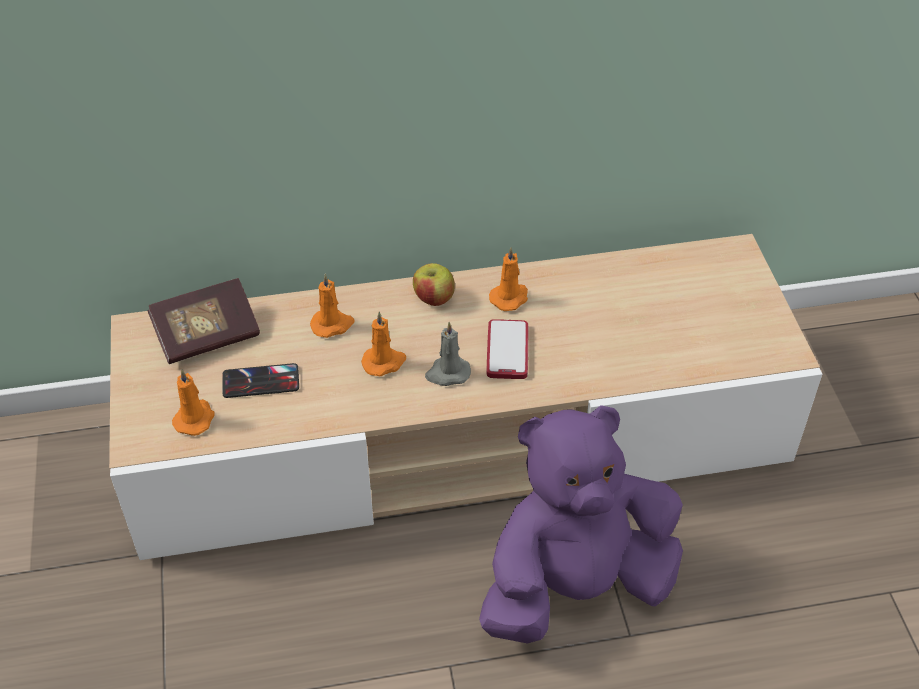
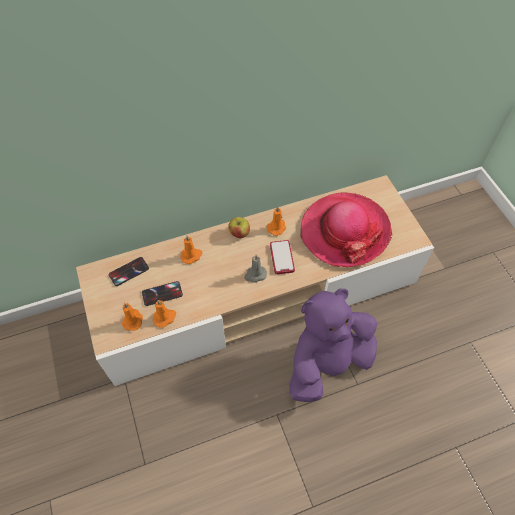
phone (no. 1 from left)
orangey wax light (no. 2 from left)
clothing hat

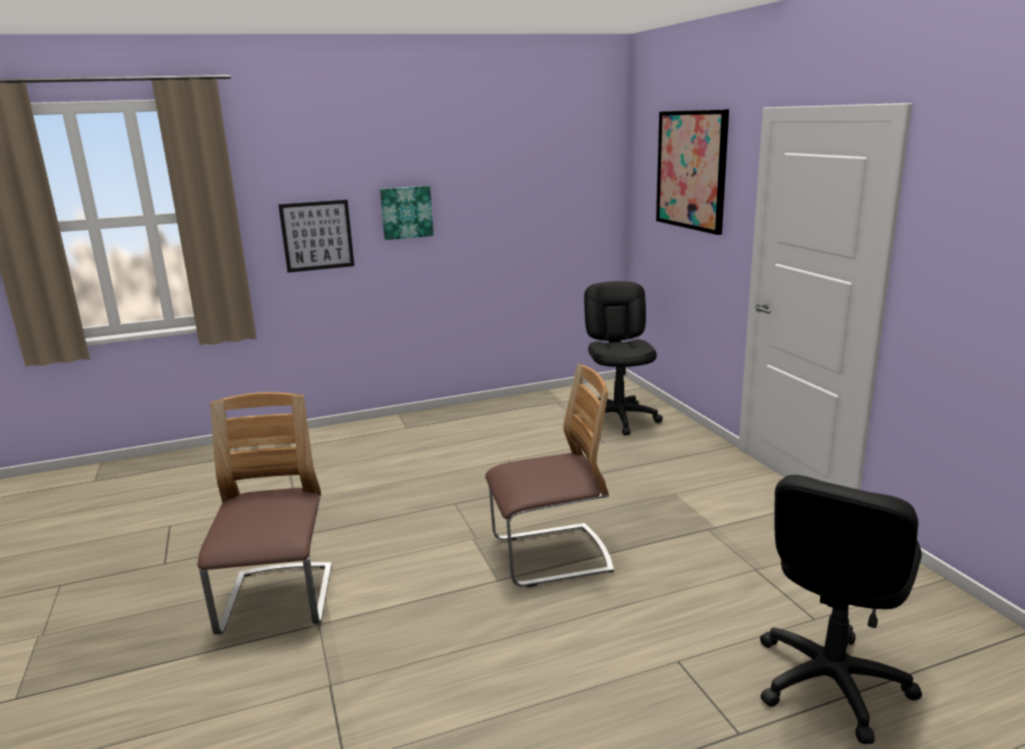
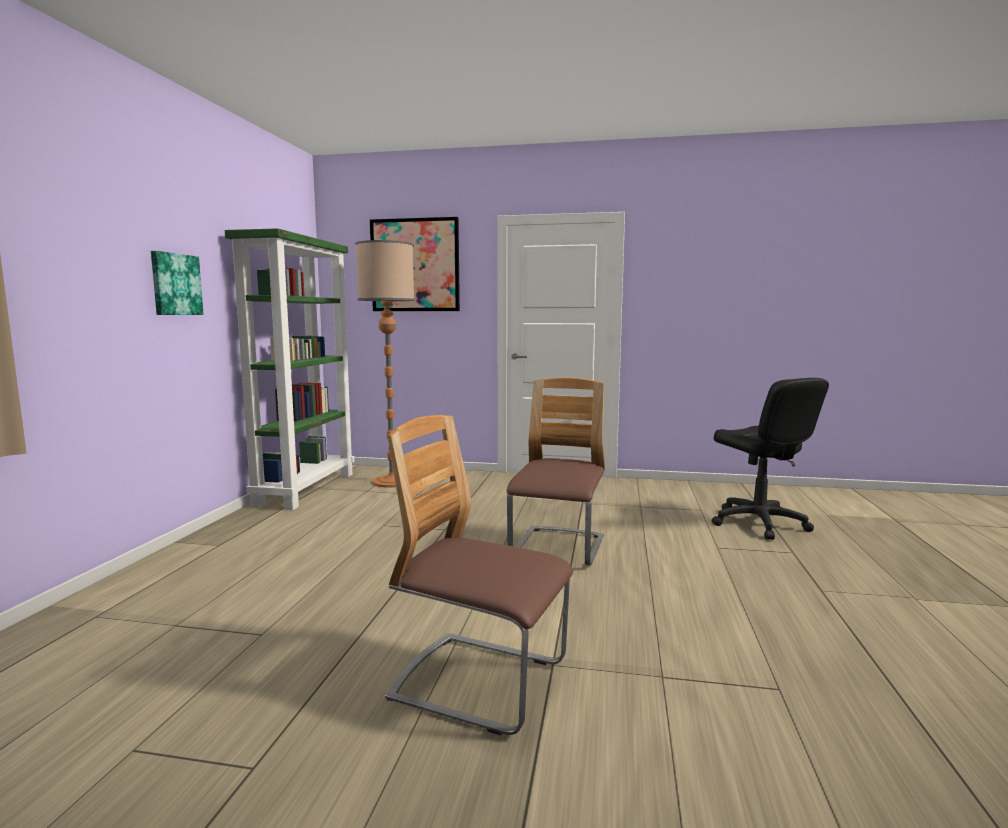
picture (no. 1 from left in the first image)
standard lamp
greenish shelving unit

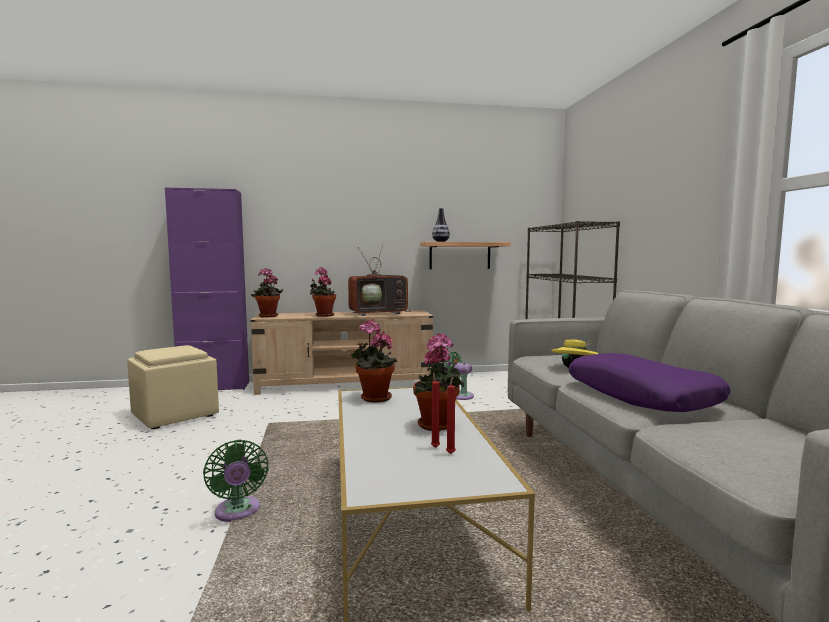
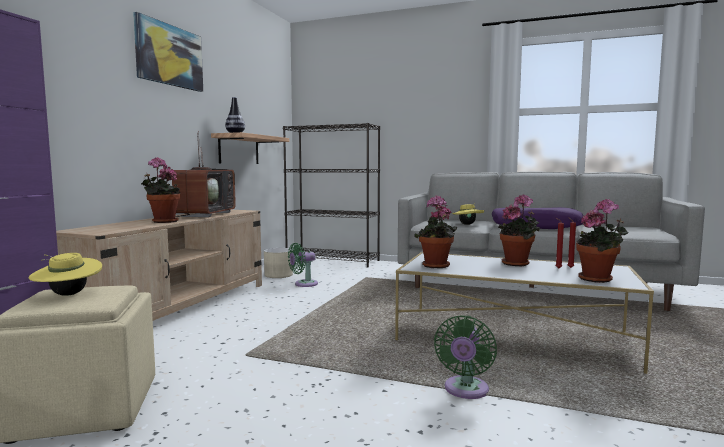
houseplant (no. 4 from left)
greenish fan (no. 2 from left)
picture
beige-coloured plant pot
yellowish clothing hat (no. 1 from left)

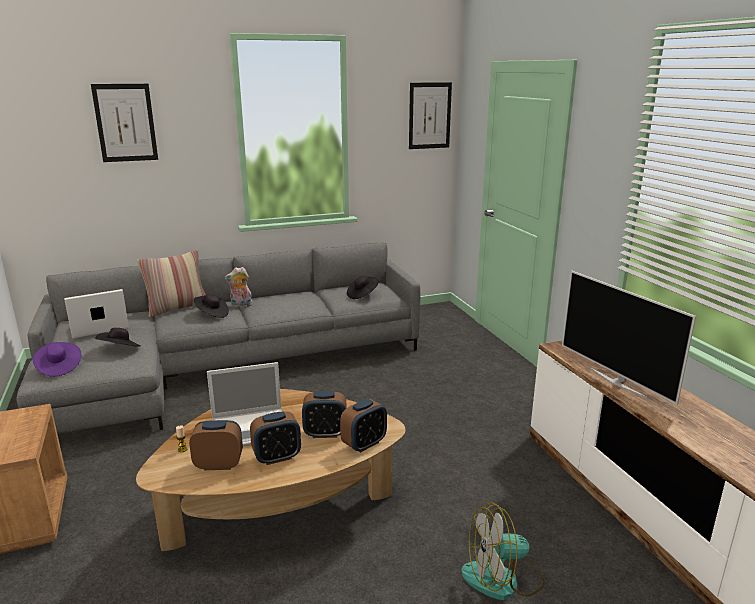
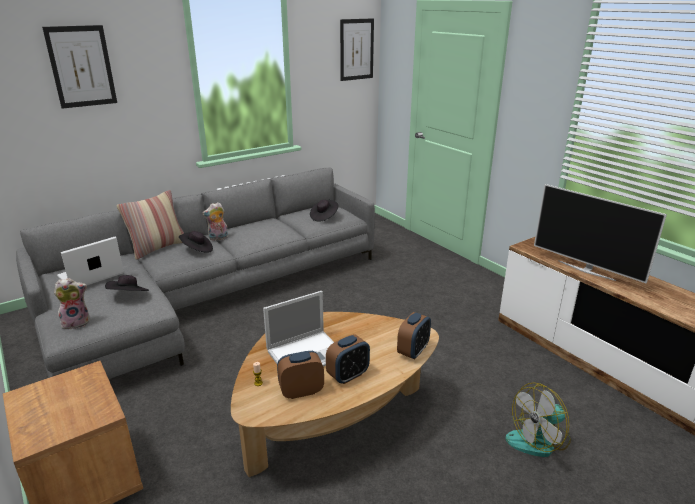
plush toy (no. 1 from left)
bedside clock (no. 3 from left in the first image)

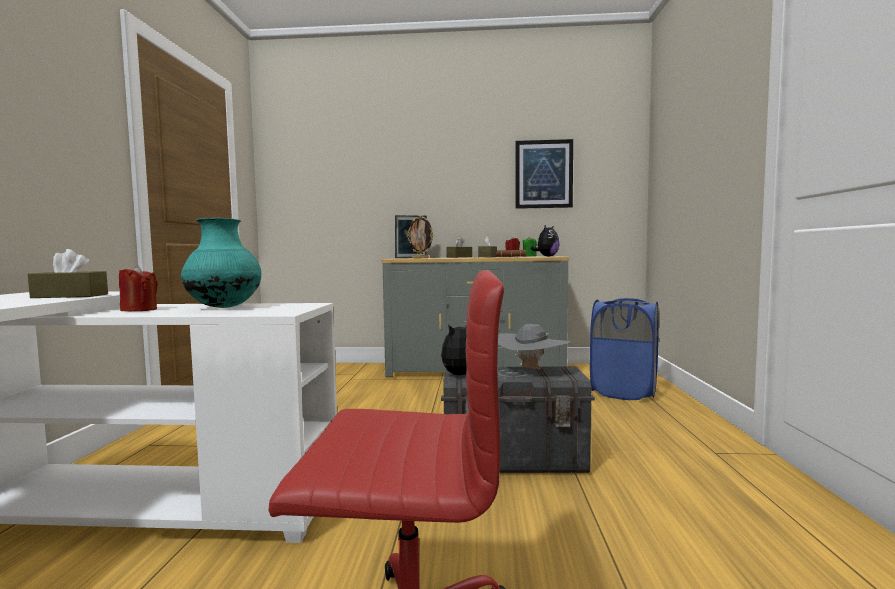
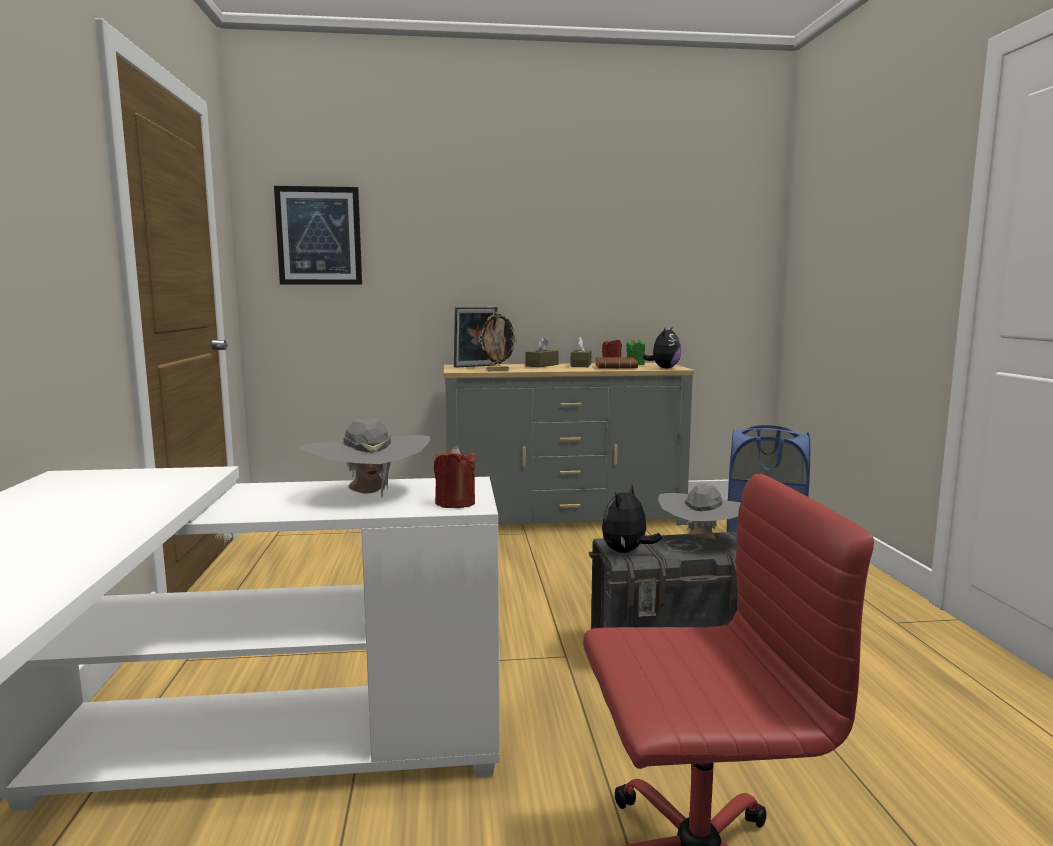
picture
grey clothing hat (no. 1 from left)
brown-coloured tissue box (no. 1 from left in the first image)
red-coloured wax light (no. 1 from left)

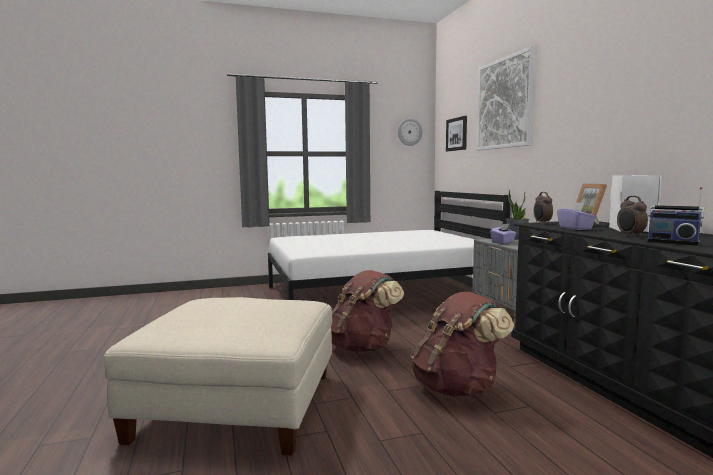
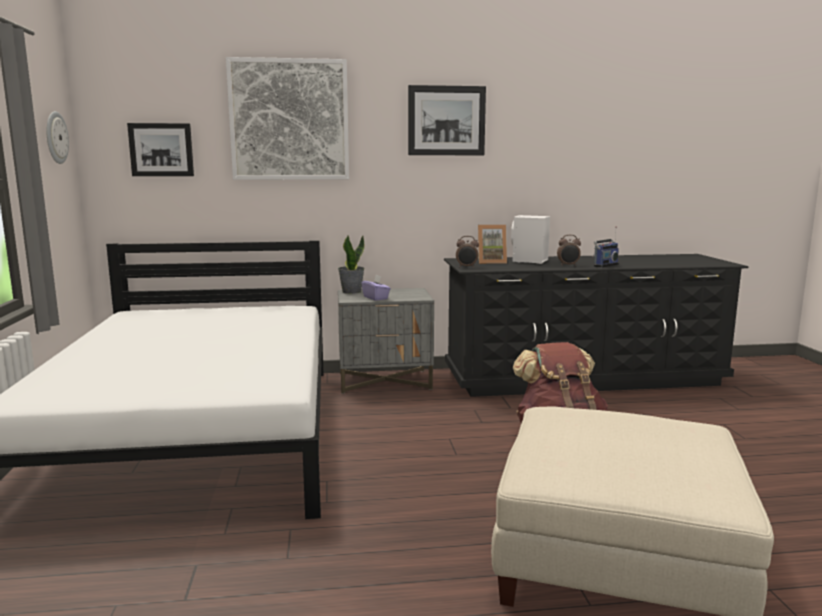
purplish tissue box (no. 2 from left in the first image)
brown-coloured backpack (no. 1 from left in the first image)
picture (no. 3 from left)

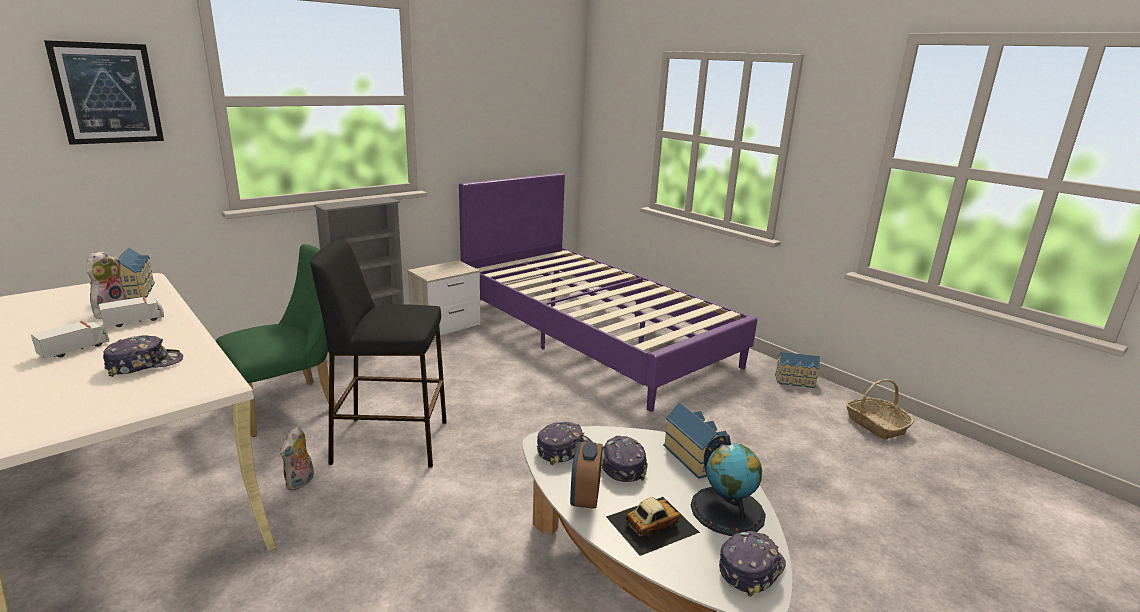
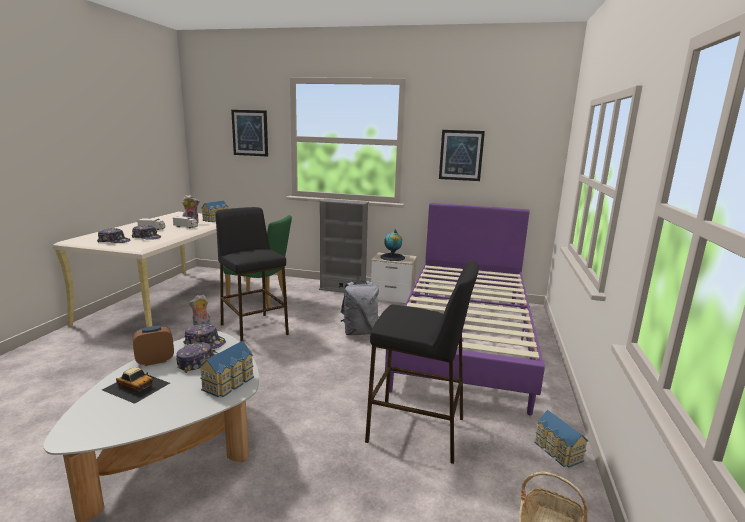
world globe
peaked cap (no. 1 from left)
picture (no. 2 from left)
black stool seat (no. 2 from left)
grey backpack

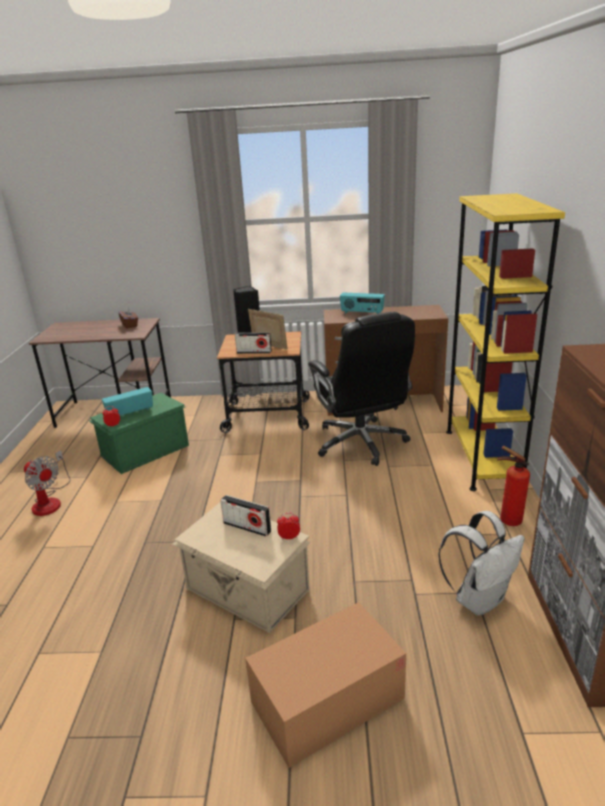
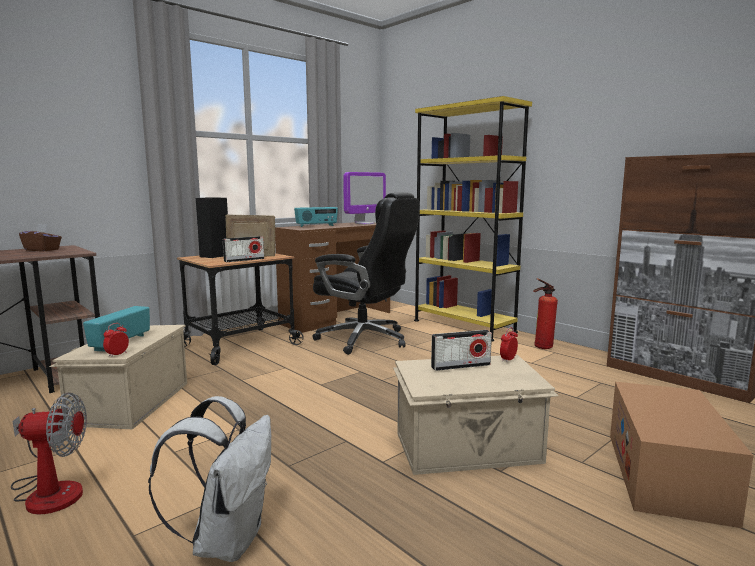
beige-coloured storage container (no. 1 from left)
white backpack
computer screen

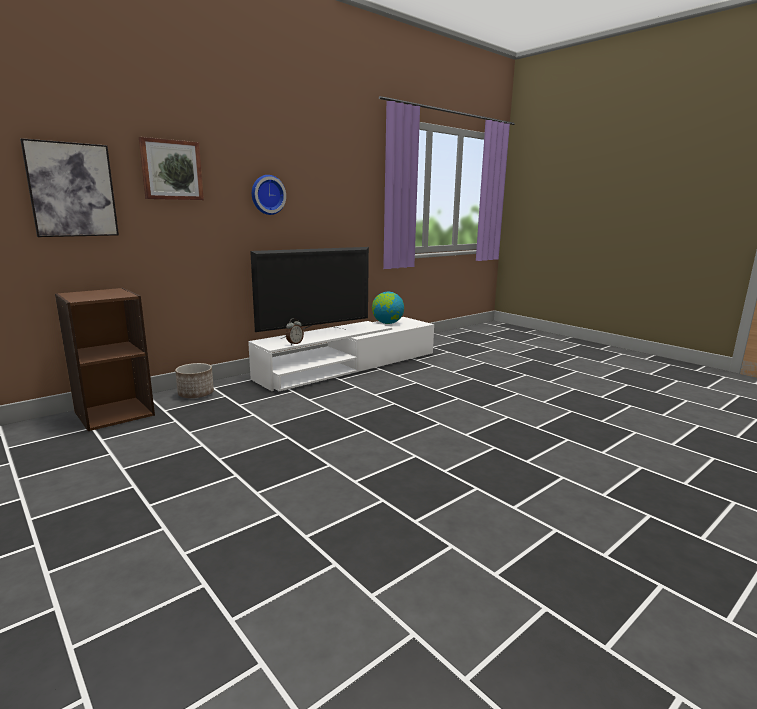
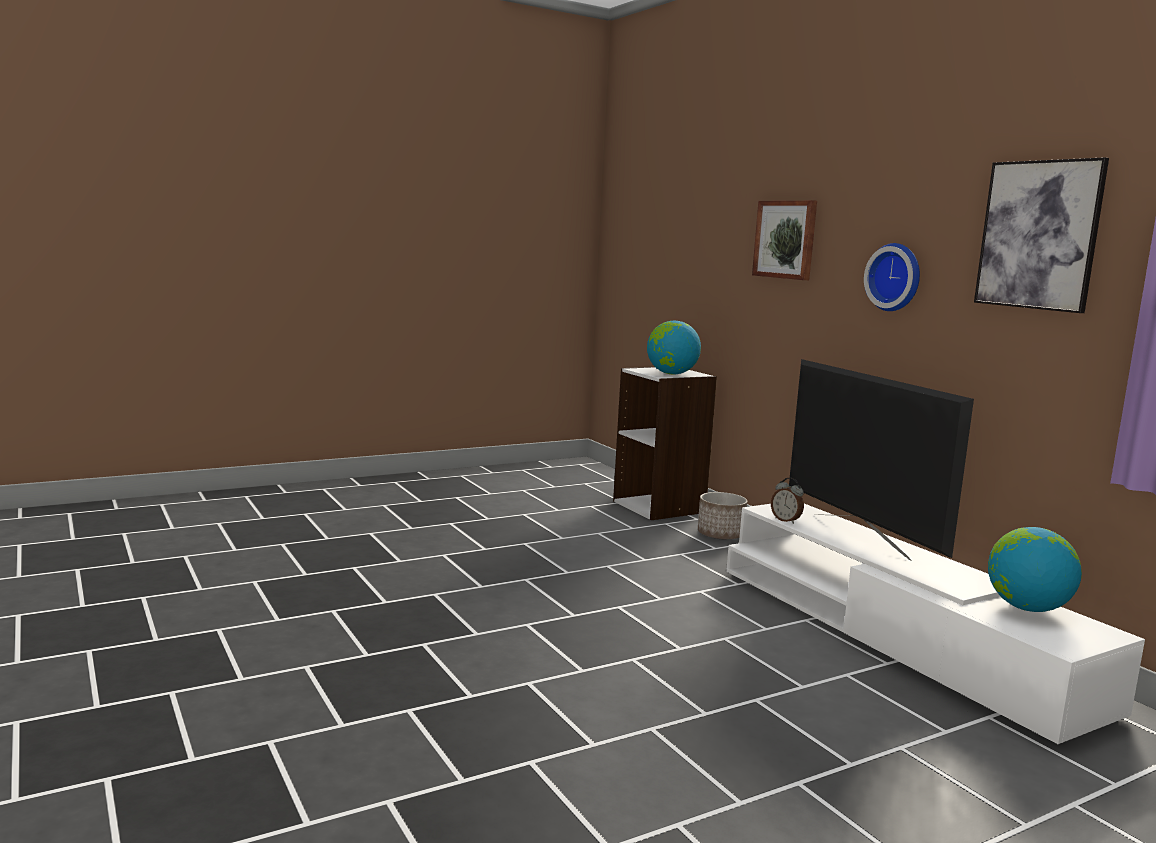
picture (no. 2 from left)
white shelving unit
world globe (no. 1 from left)

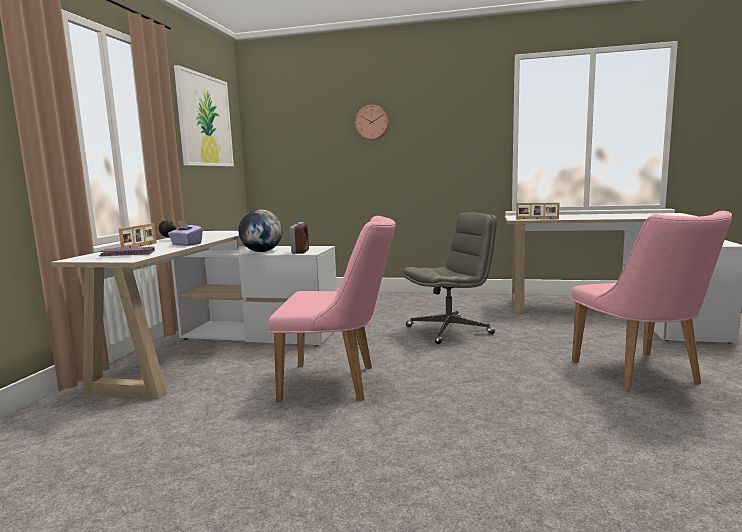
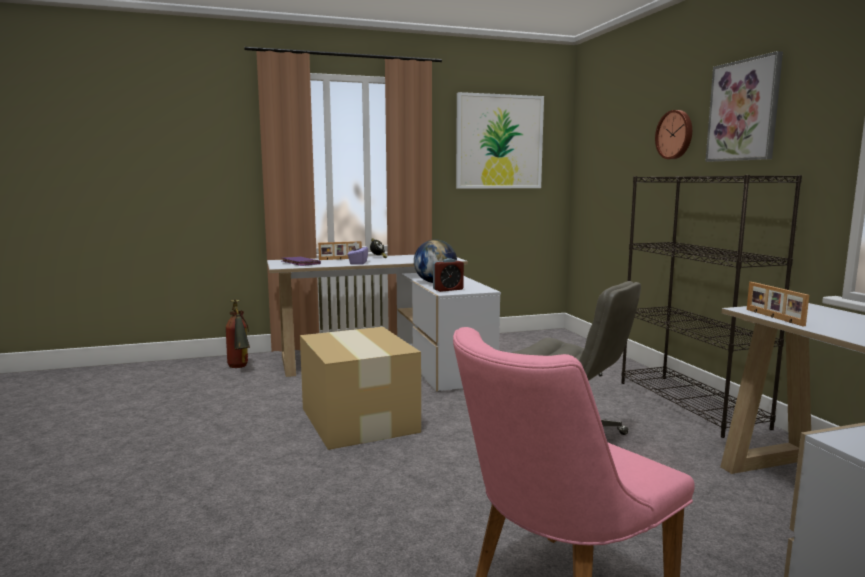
cardboard box
picture (no. 2 from left)
black shelving unit
fire-fighting cylinder

